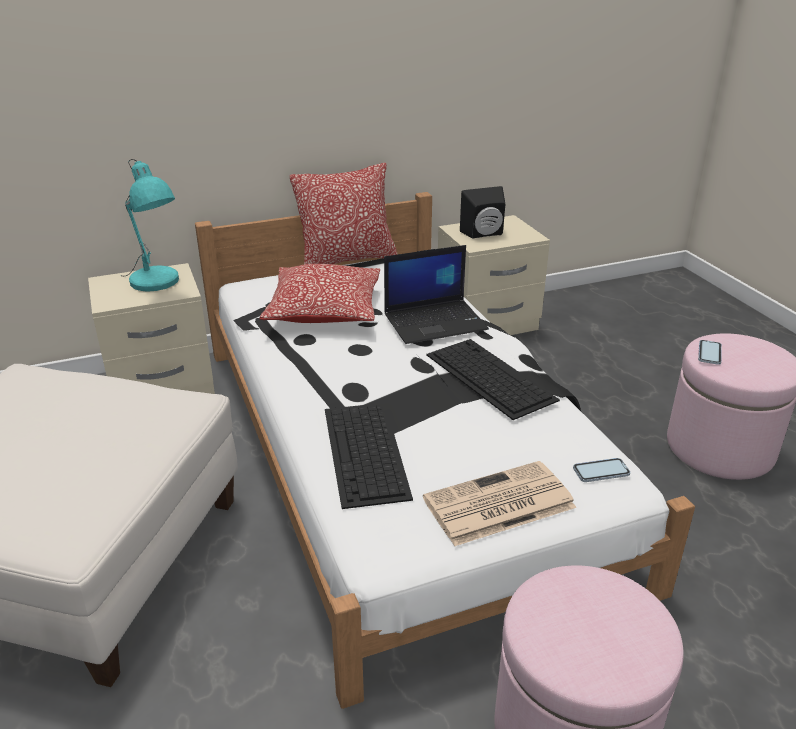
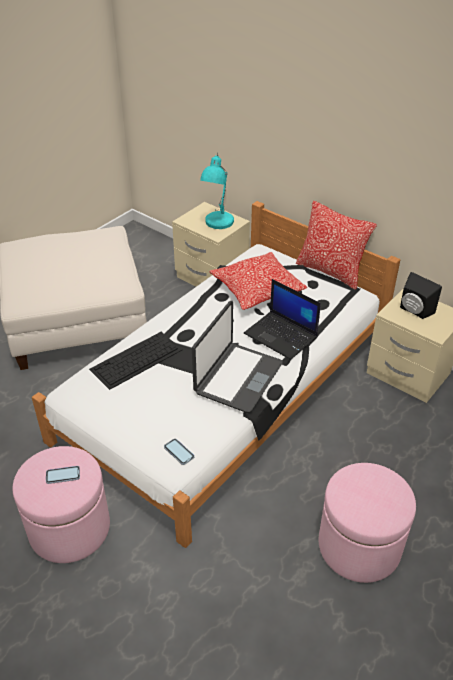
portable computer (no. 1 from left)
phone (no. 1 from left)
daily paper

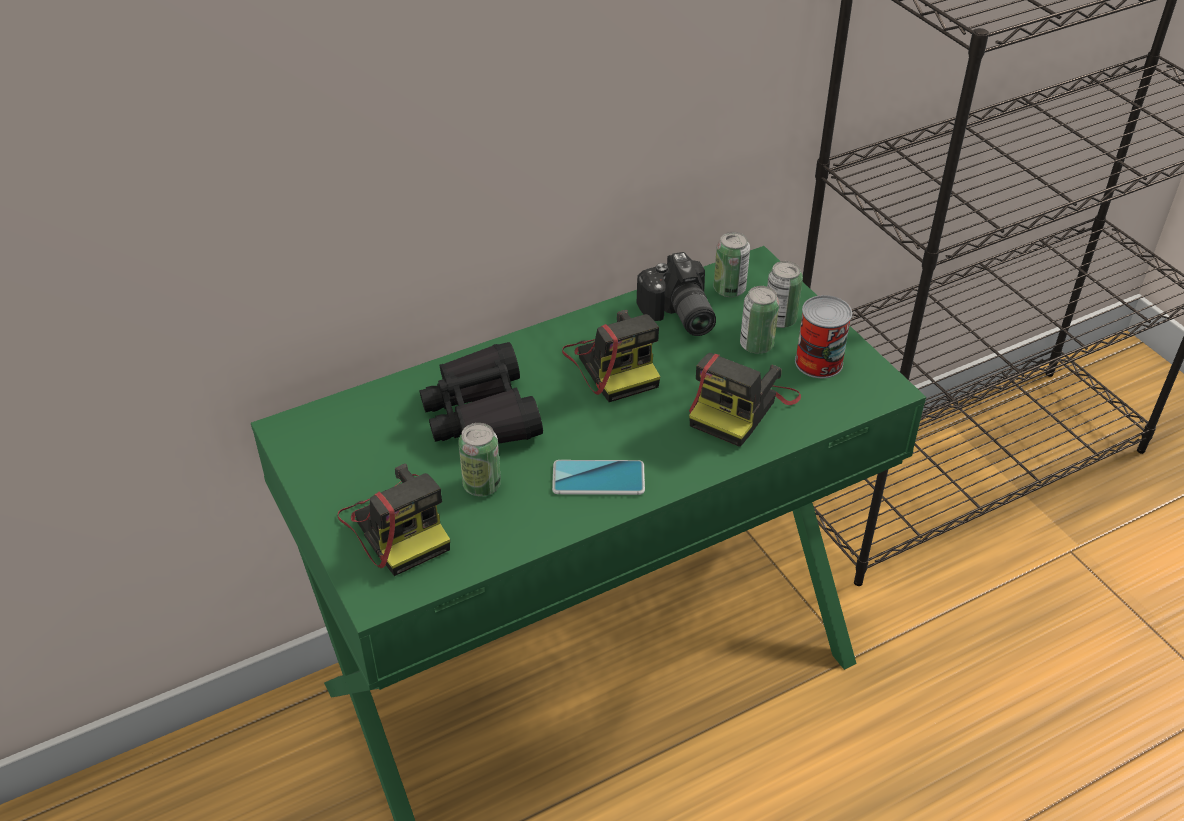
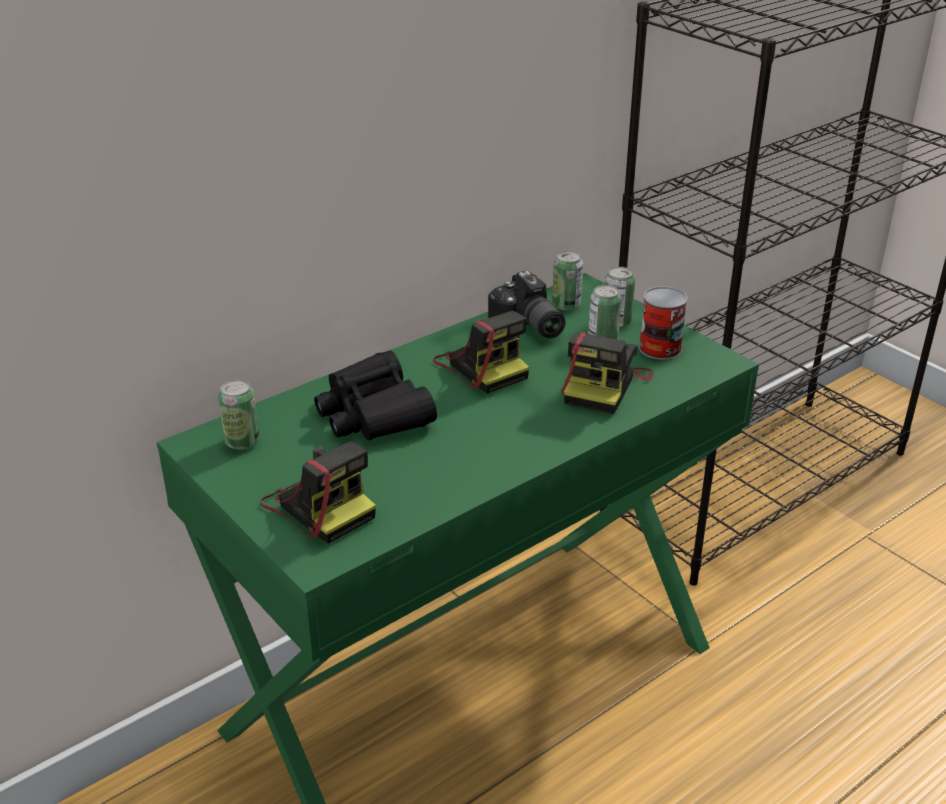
can (no. 1 from left)
phone

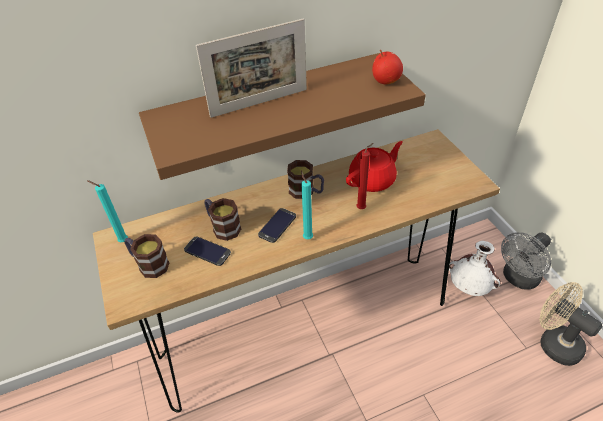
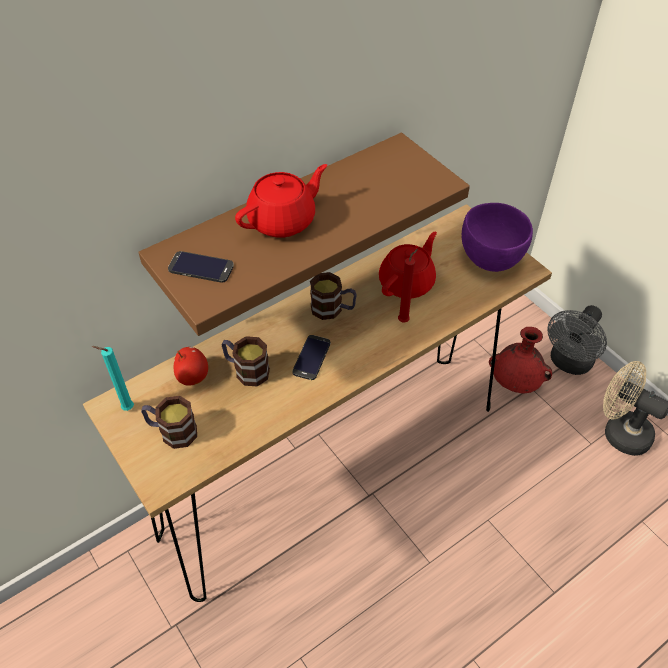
red-coloured teapot (no. 1 from left)
apple fruit
turquoise wax light (no. 2 from left in the first image)
phone (no. 1 from left)
red-coloured vase
purplish bowl

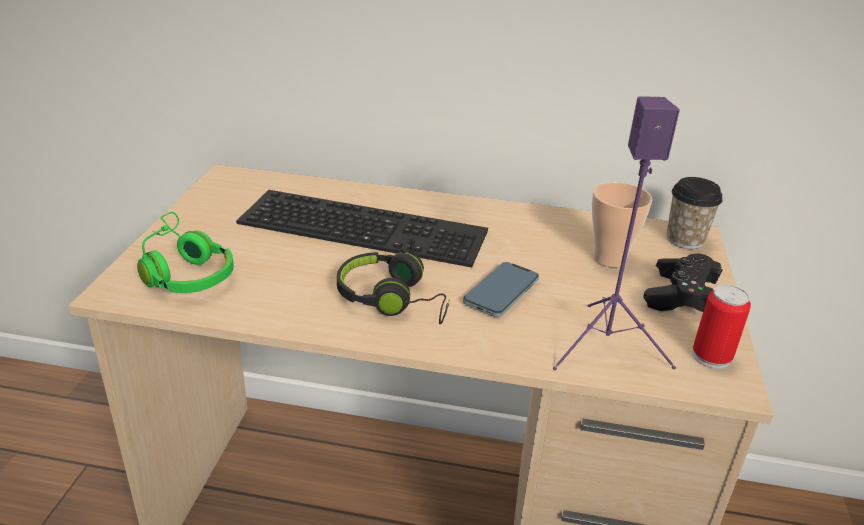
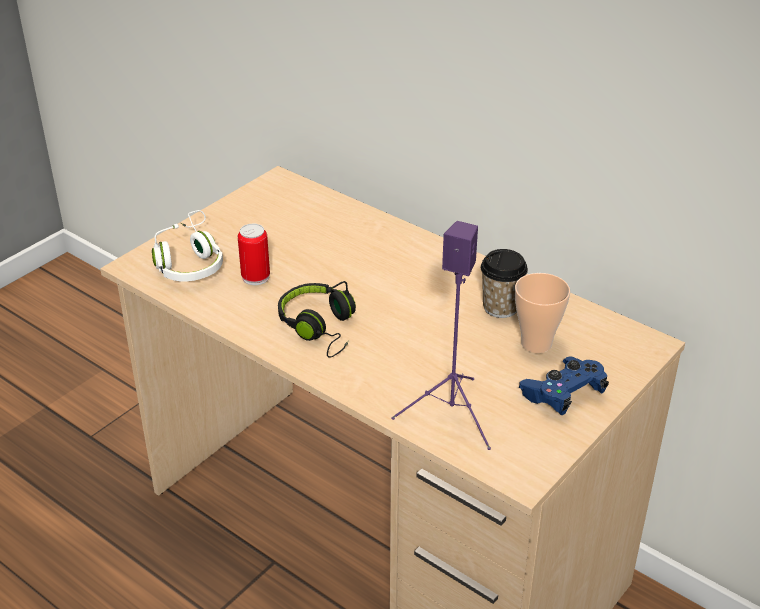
small cup (no. 1 from left)
keyboard
white headphones
bluish joypad
phone
can

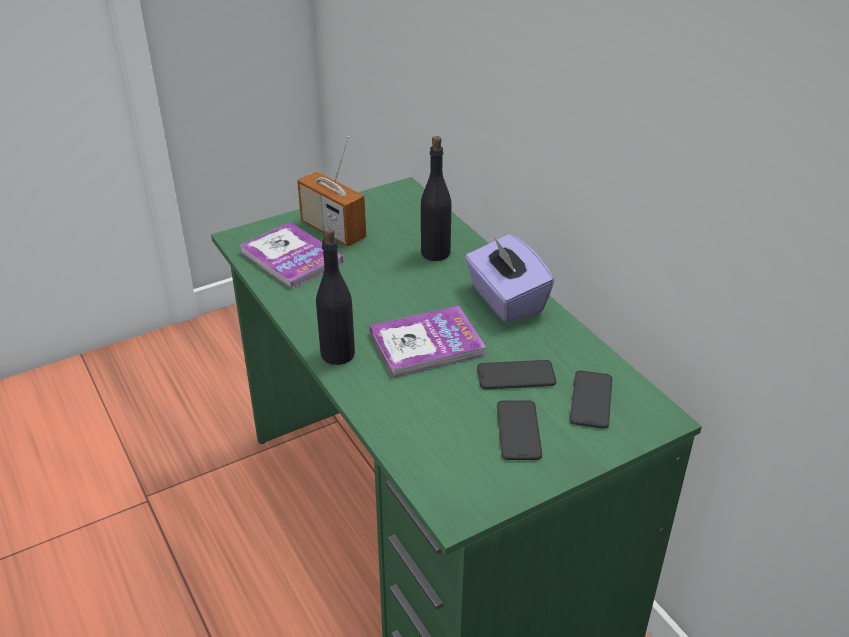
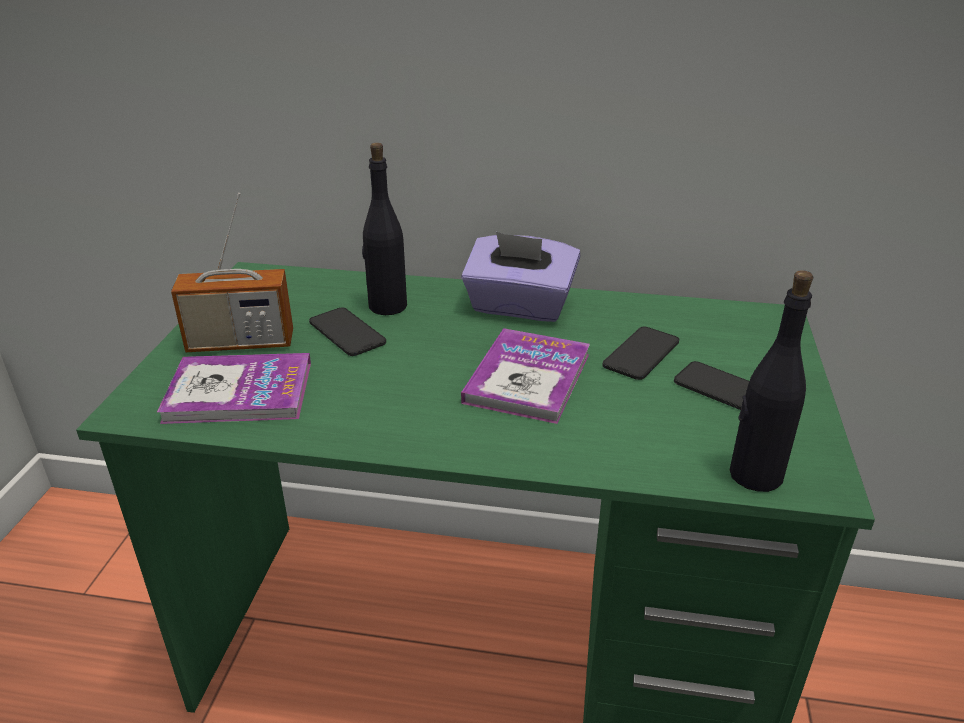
black bottle (no. 2 from left)
phone (no. 1 from left)

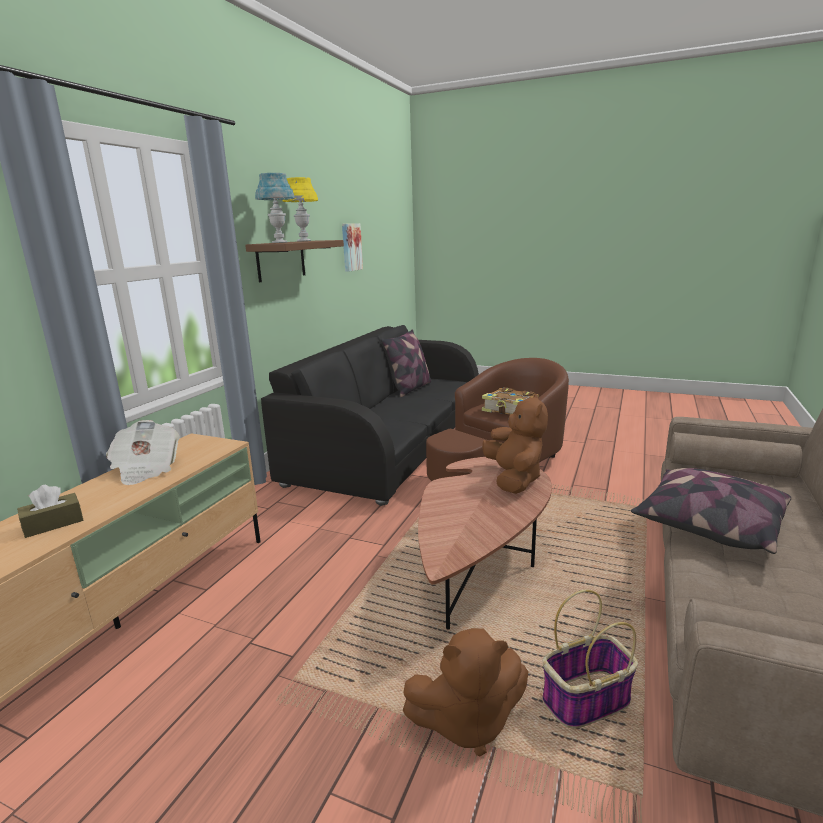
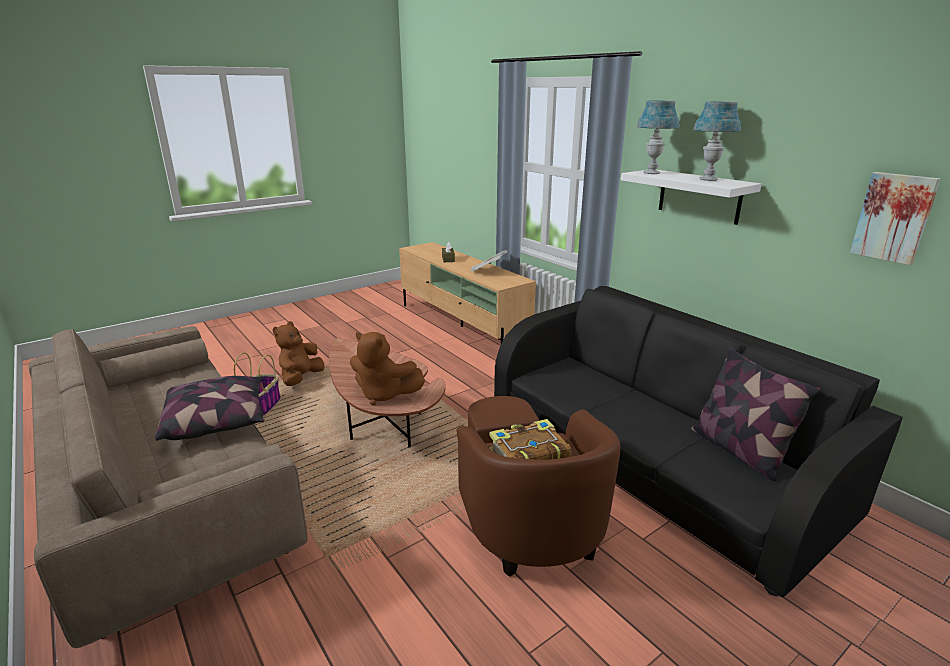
bluish lamp for a table (no. 2 from left)
white shelf

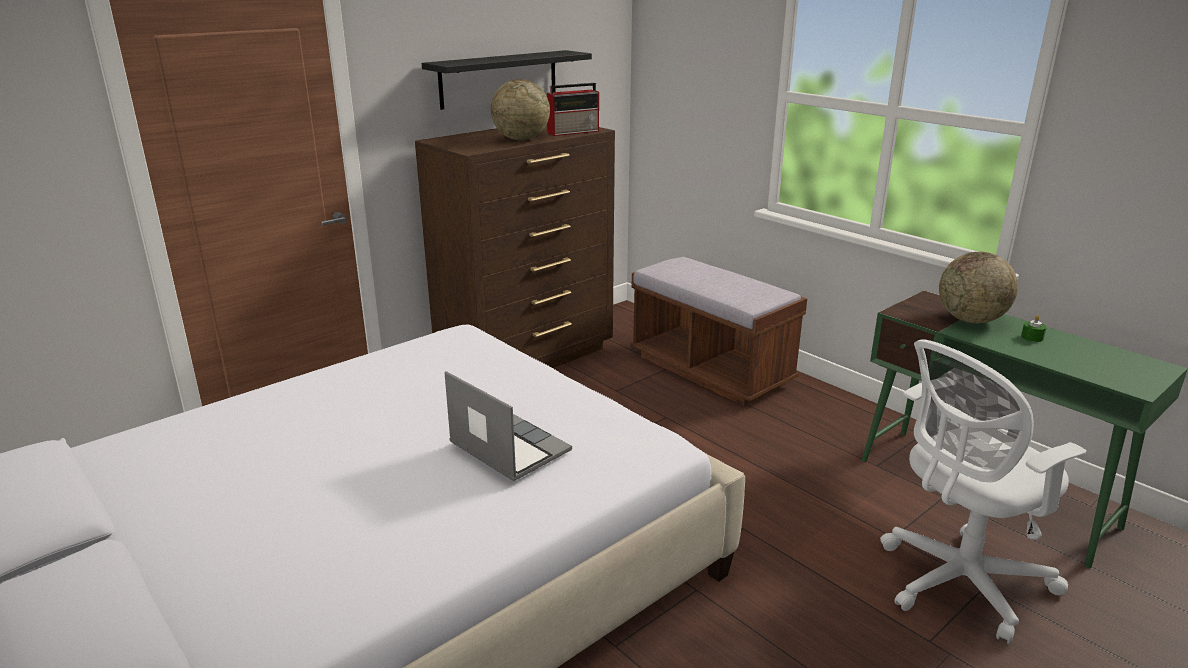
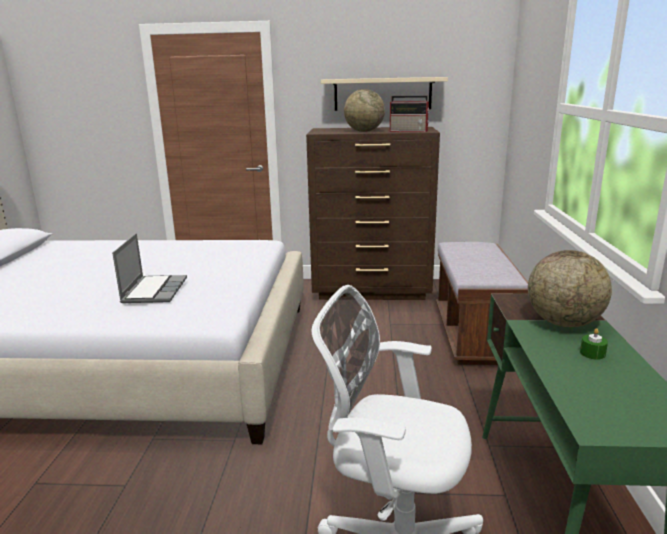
beige-coloured shelf

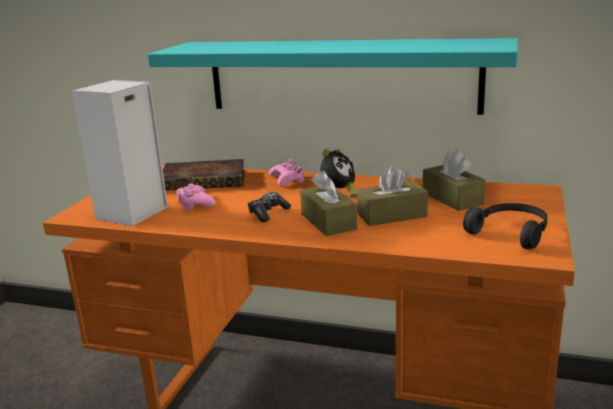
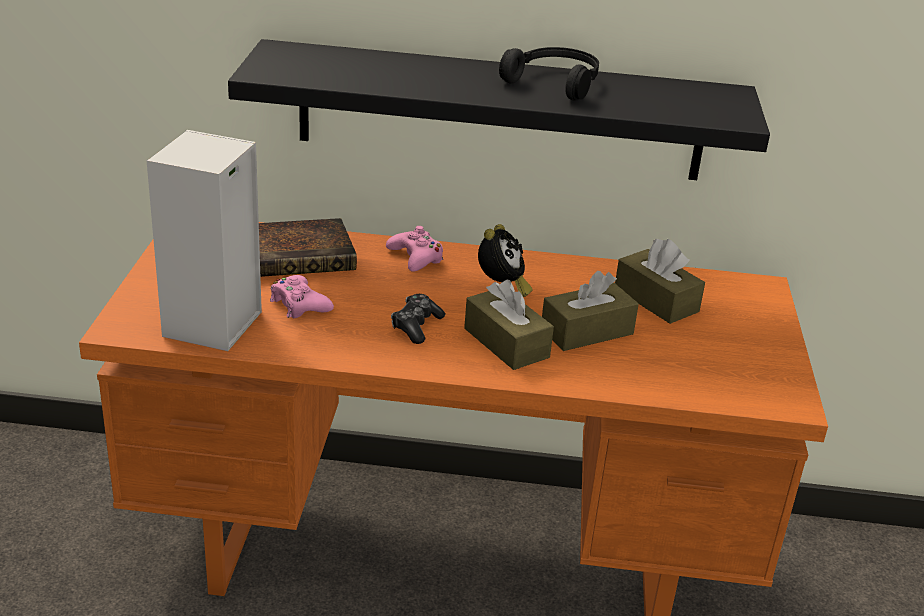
black shelf
black headphones

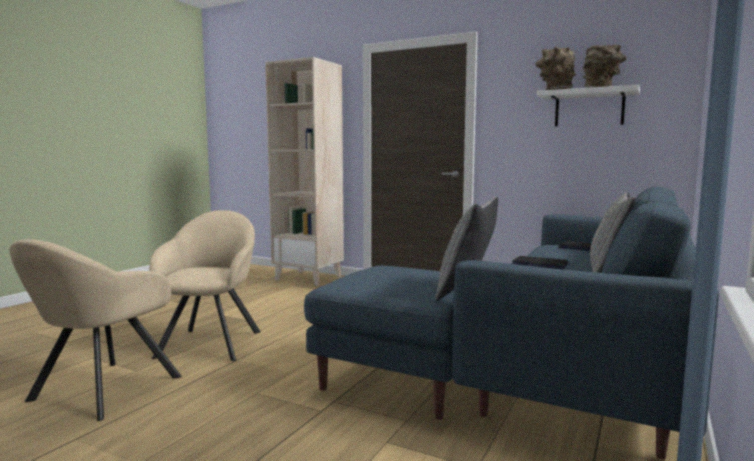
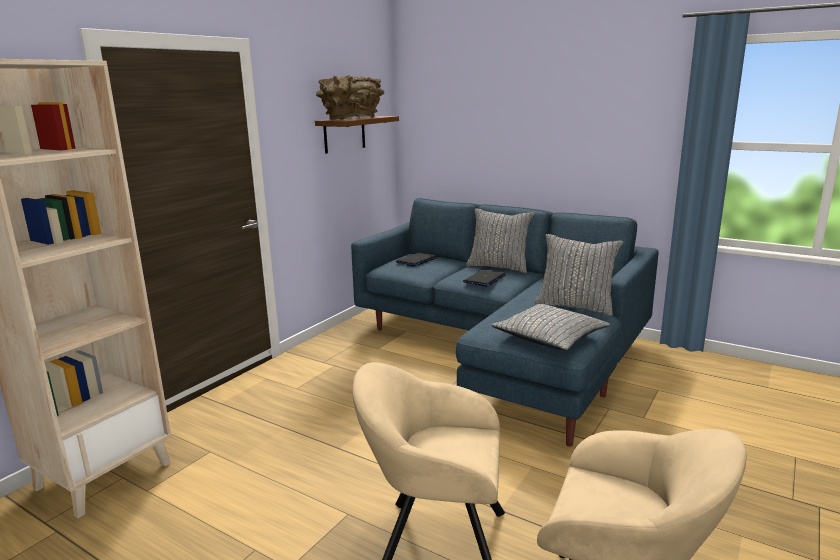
brown-coloured shelf
grey throw pillow (no. 2 from left)

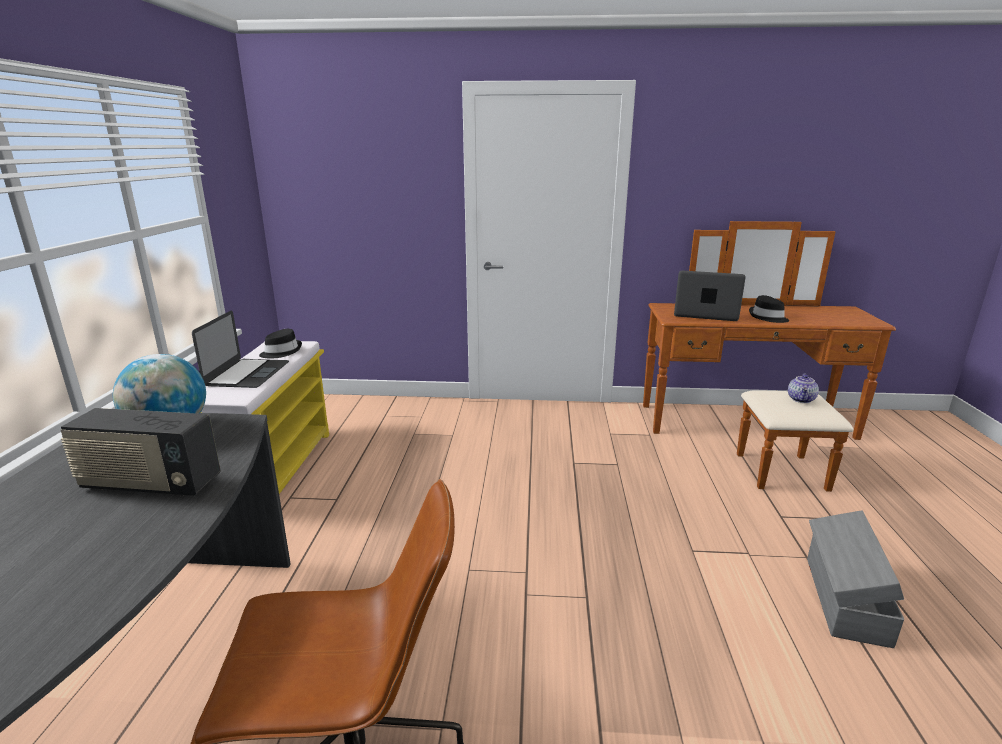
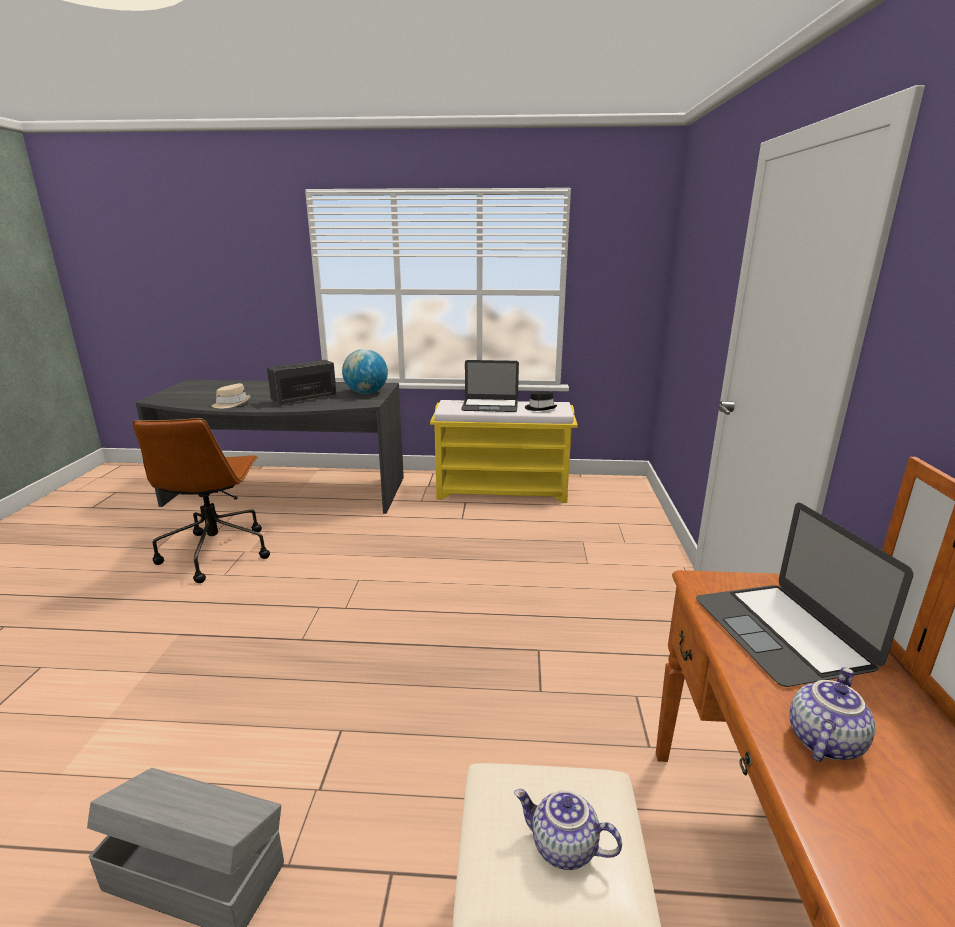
portable computer (no. 2 from left)
teapot (no. 2 from left)
radio receiver
beige-coloured clothing hat

